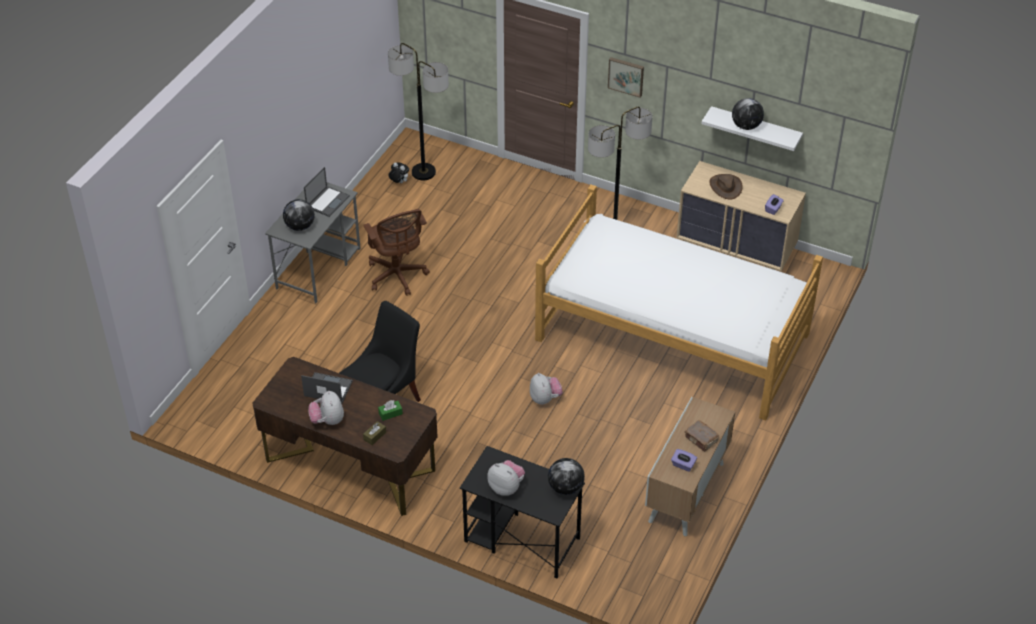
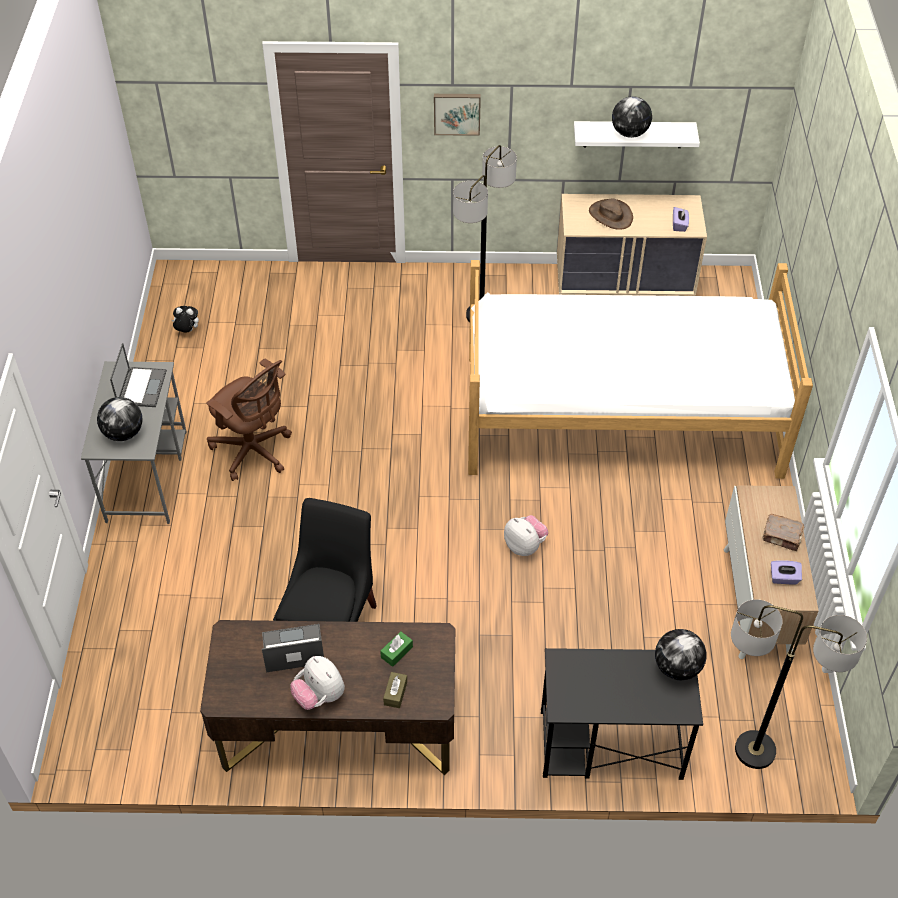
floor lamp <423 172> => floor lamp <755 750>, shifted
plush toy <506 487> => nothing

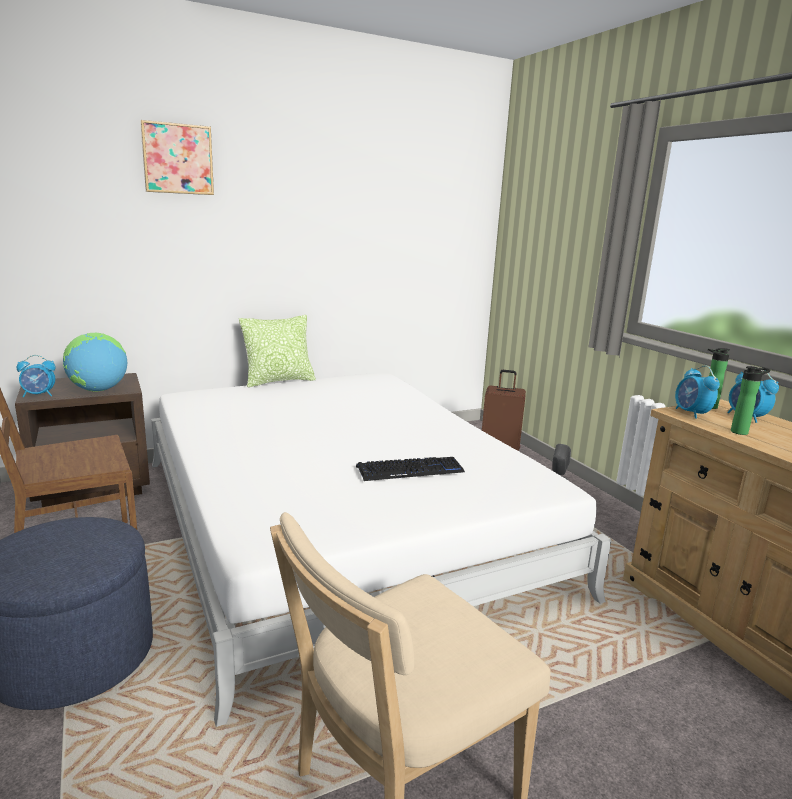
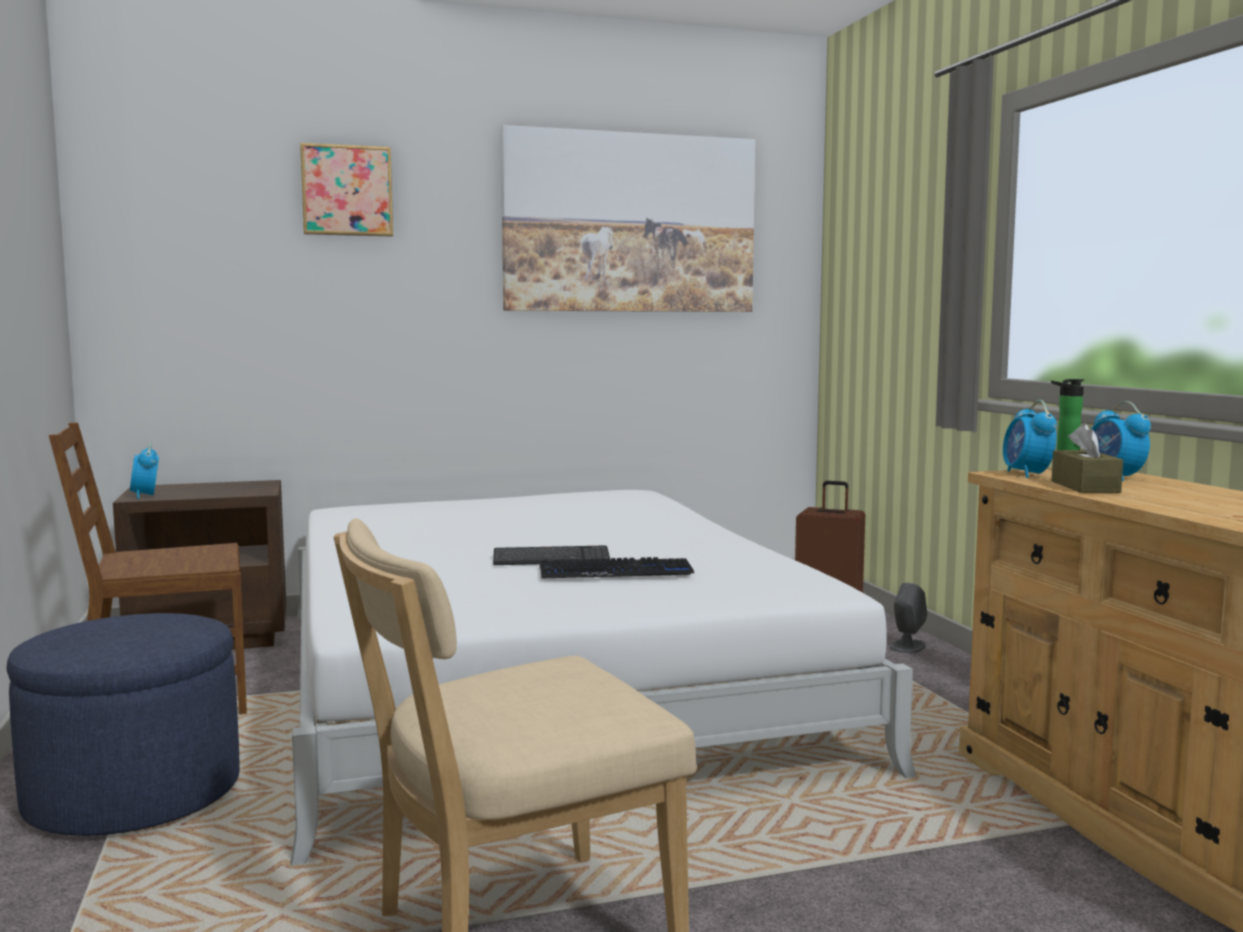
alarm clock <39 395> => alarm clock <146 496>, 75 degrees clockwise
nothing => keyboard <551 559>
nothing => picture <630 223>
bottle <741 432> => brown tissue box <1085 487>
globe <98 390> => nothing
pillow <278 381> => nothing

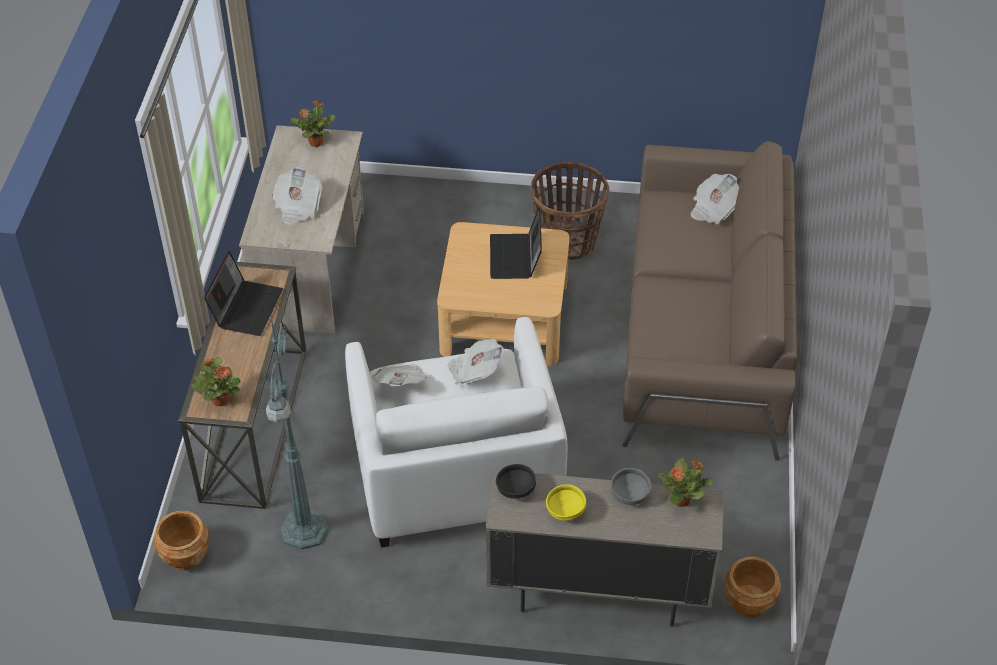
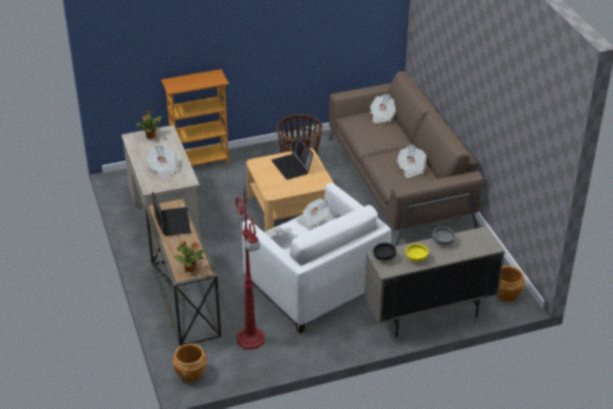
nothing => bookcase <200 163>
green floor lamp <304 532> => red floor lamp <251 340>
nothing => newspaper <411 168>
potted plant <682 500> => nothing

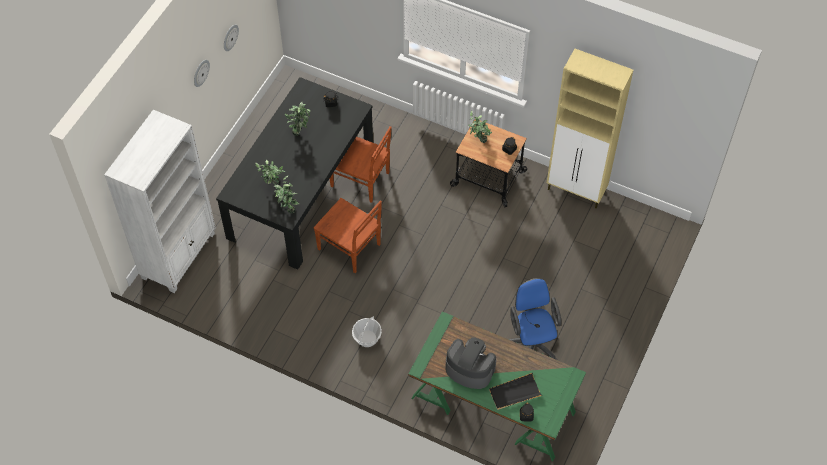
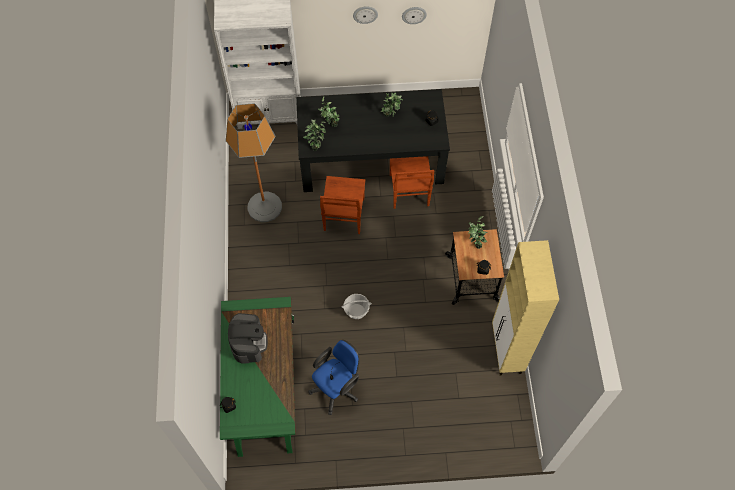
nothing => floor lamp <264 207>
basket <367 338> => basket <356 311>, shifted
black tray <514 393> => nothing

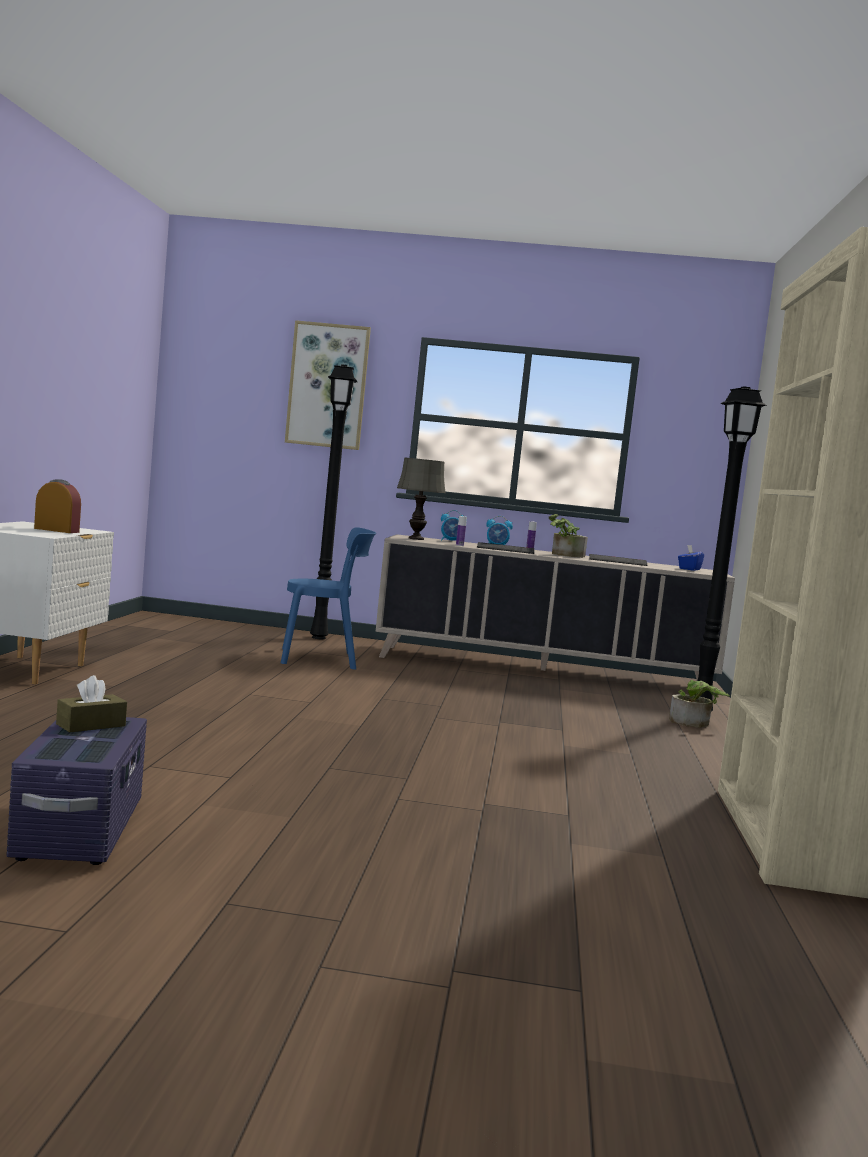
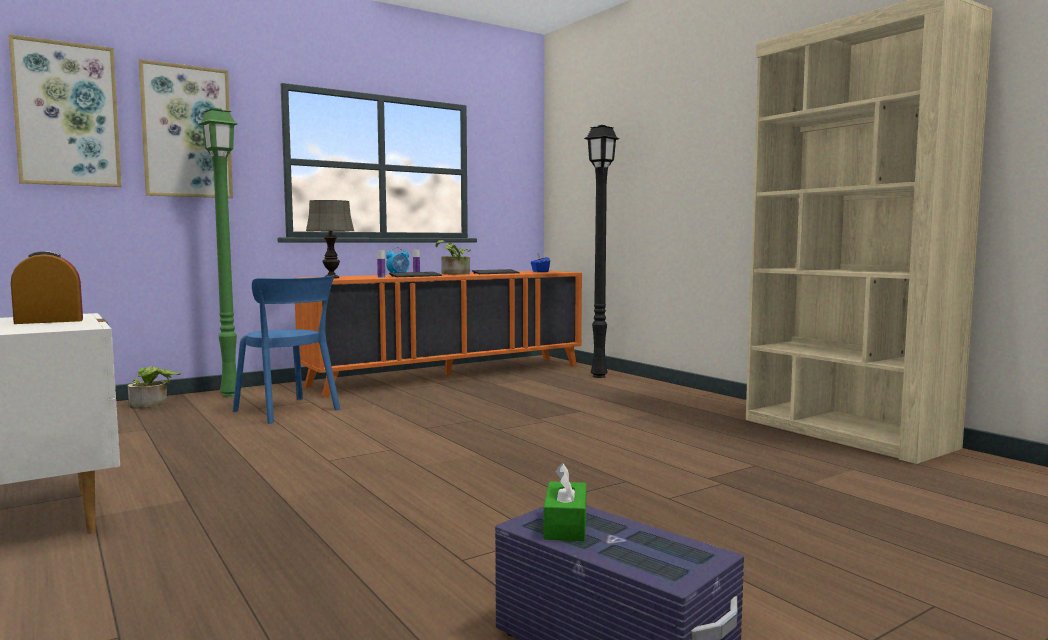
nothing => picture <67 114>
potted plant <694 723> => potted plant <153 405>, shifted
black floor lamp <320 637> => green floor lamp <231 394>
blue chair <323 659> => blue chair <289 411>, 90 degrees clockwise
beige cabinet <542 671> => orange cabinet <449 375>
brown tissue box <91 725> => green tissue box <565 525>
alarm clock <451 541> => nothing

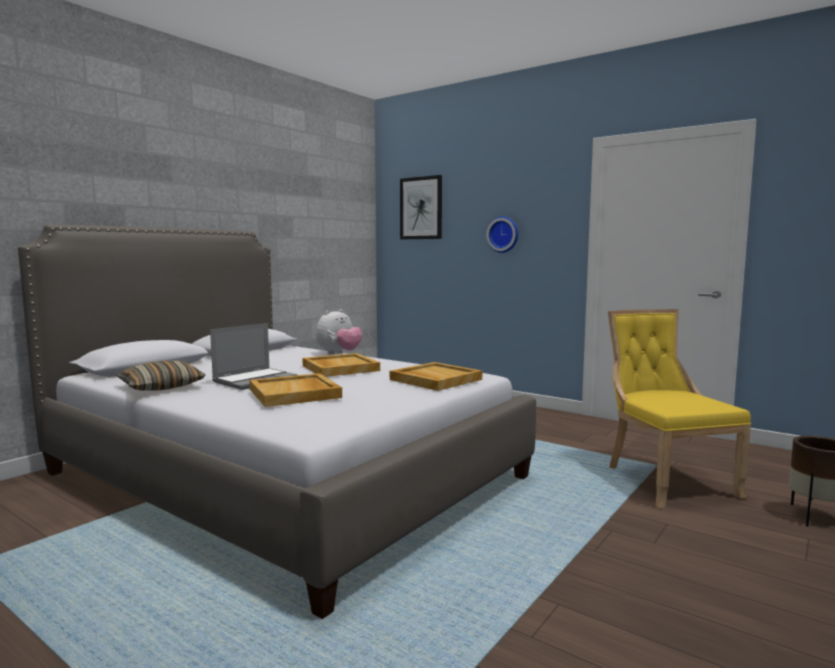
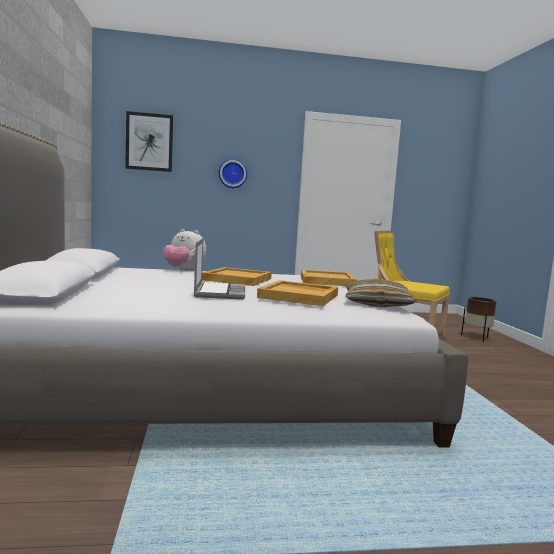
plush toy <339 354> => plush toy <184 270>, 120 degrees clockwise
pillow <161 387> => pillow <377 304>, shifted

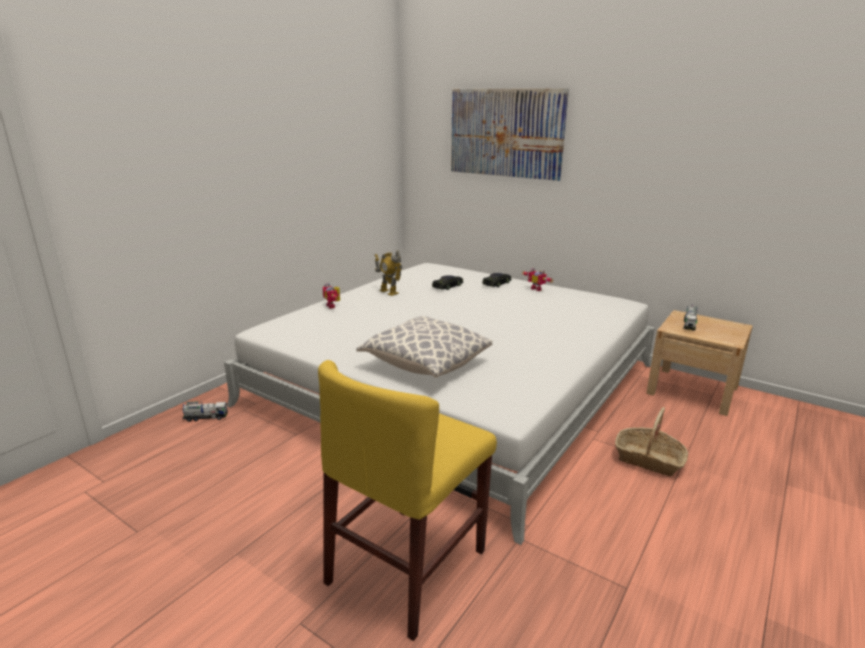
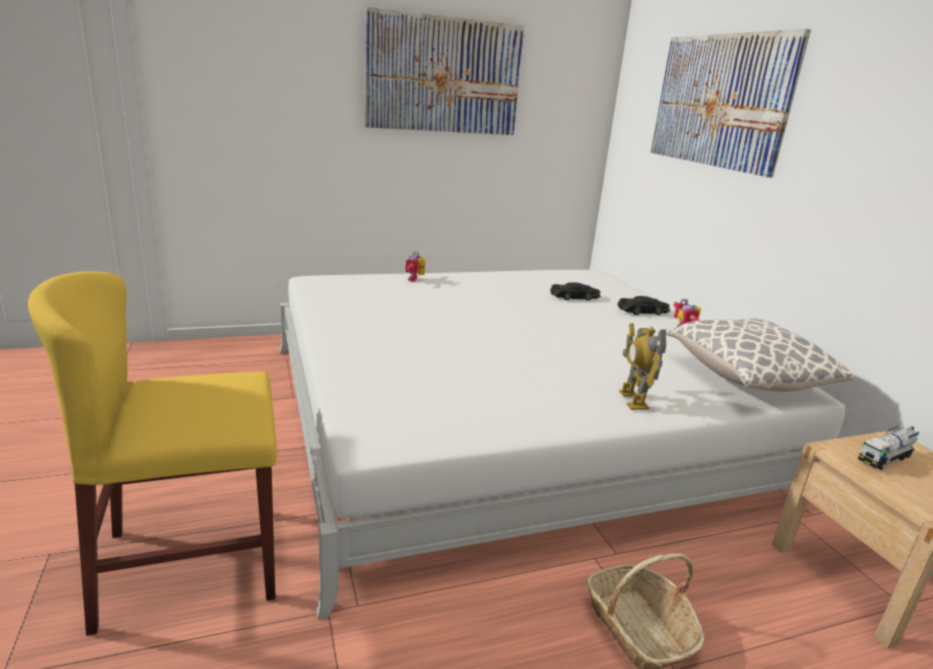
nothing => picture <444 75>
toy robot <388 292> => toy robot <633 400>, shifted
pillow <425 364> => pillow <746 377>, shifted
toy truck <206 417> => nothing

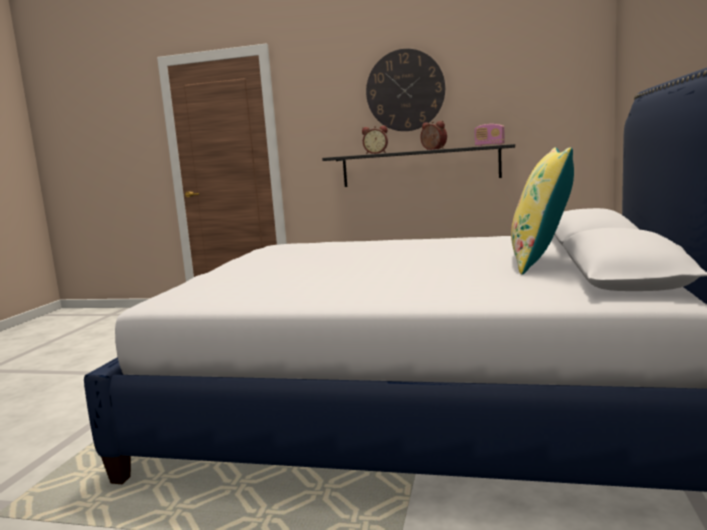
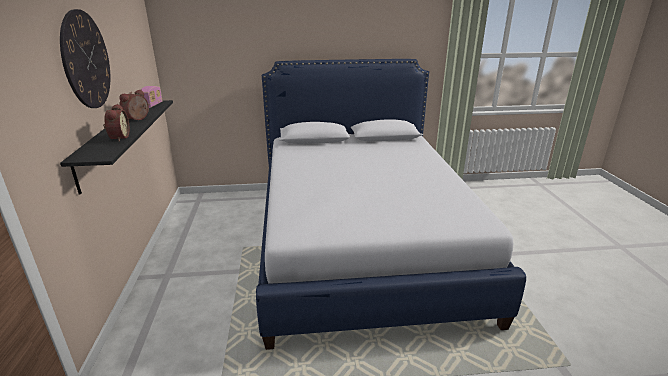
yellow pillow <540 261> => nothing

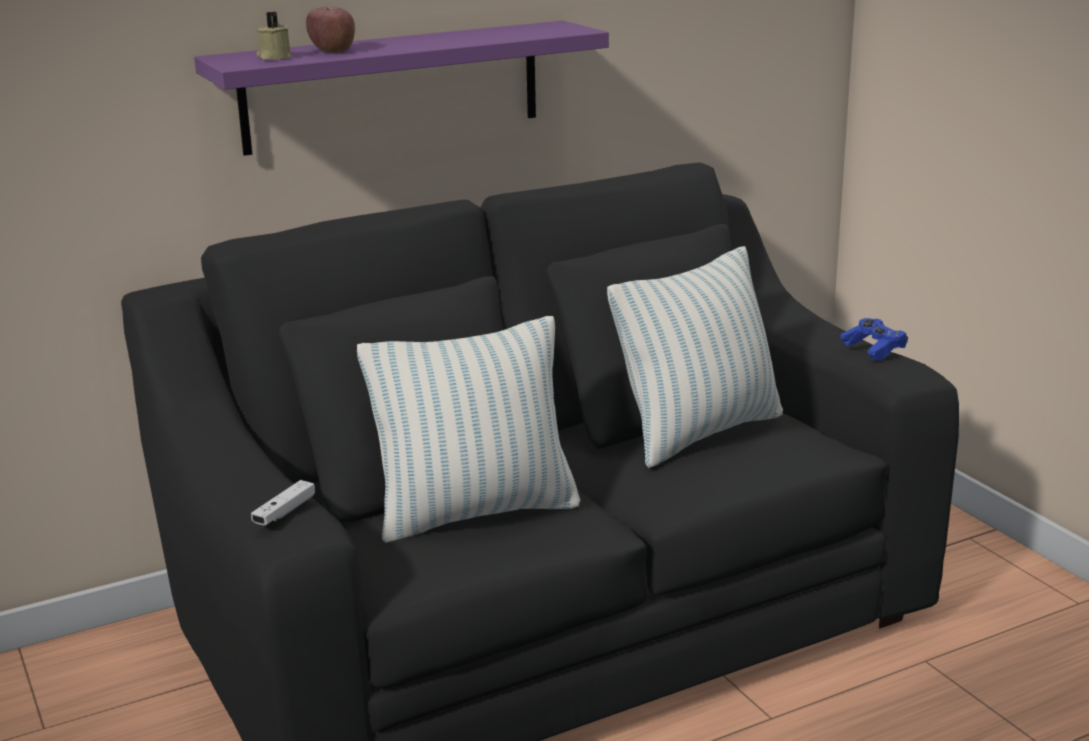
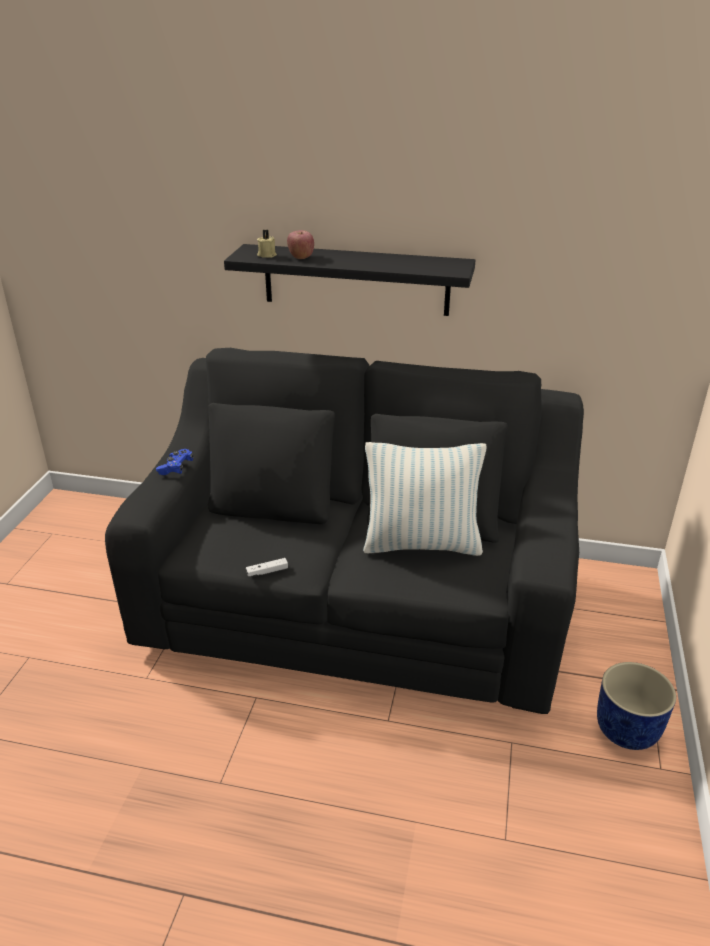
blue game controller <873 349> => blue game controller <176 468>, shifted
purple shelf <393 86> => black shelf <356 280>
white game controller <284 512> => white game controller <267 571>, shifted
nothing => blue planter <628 729>
pillow <475 512> => nothing

